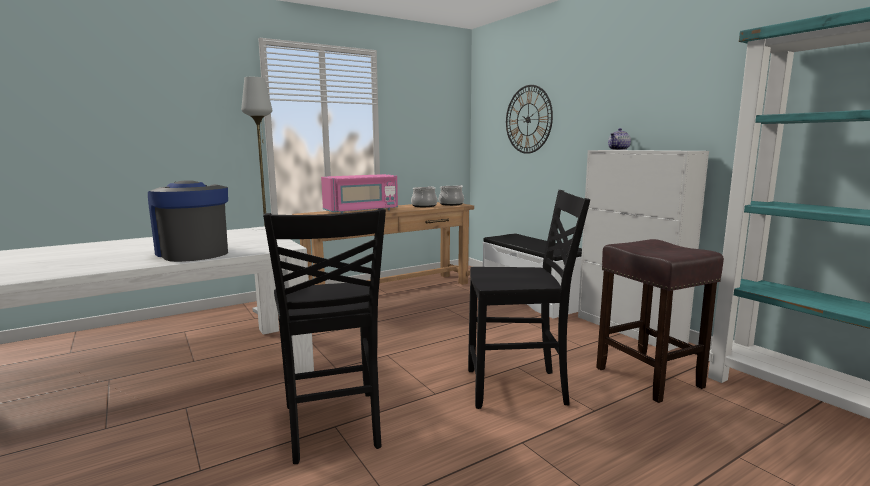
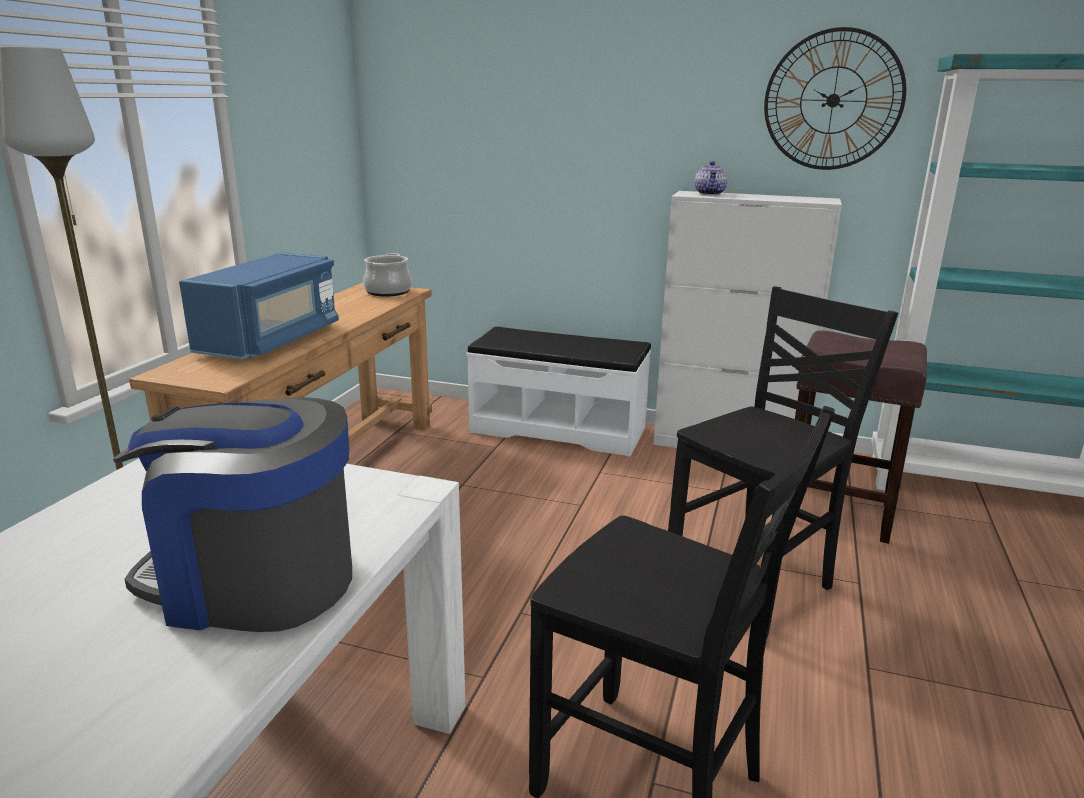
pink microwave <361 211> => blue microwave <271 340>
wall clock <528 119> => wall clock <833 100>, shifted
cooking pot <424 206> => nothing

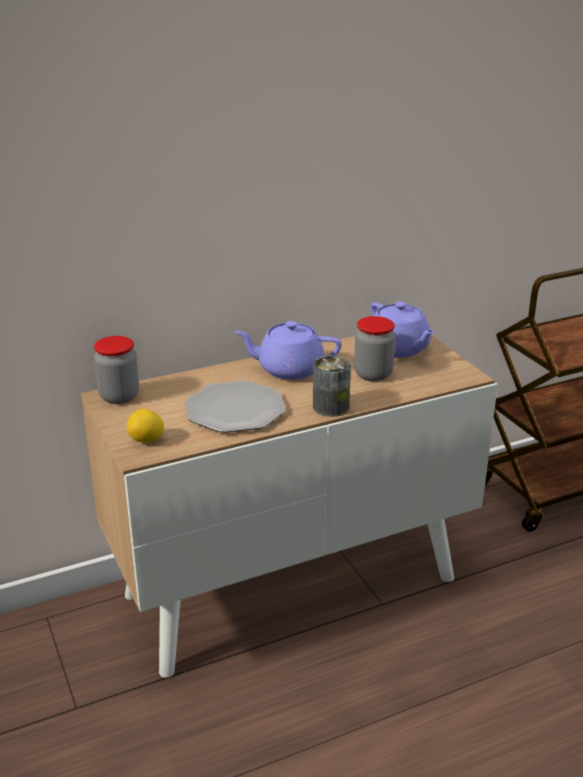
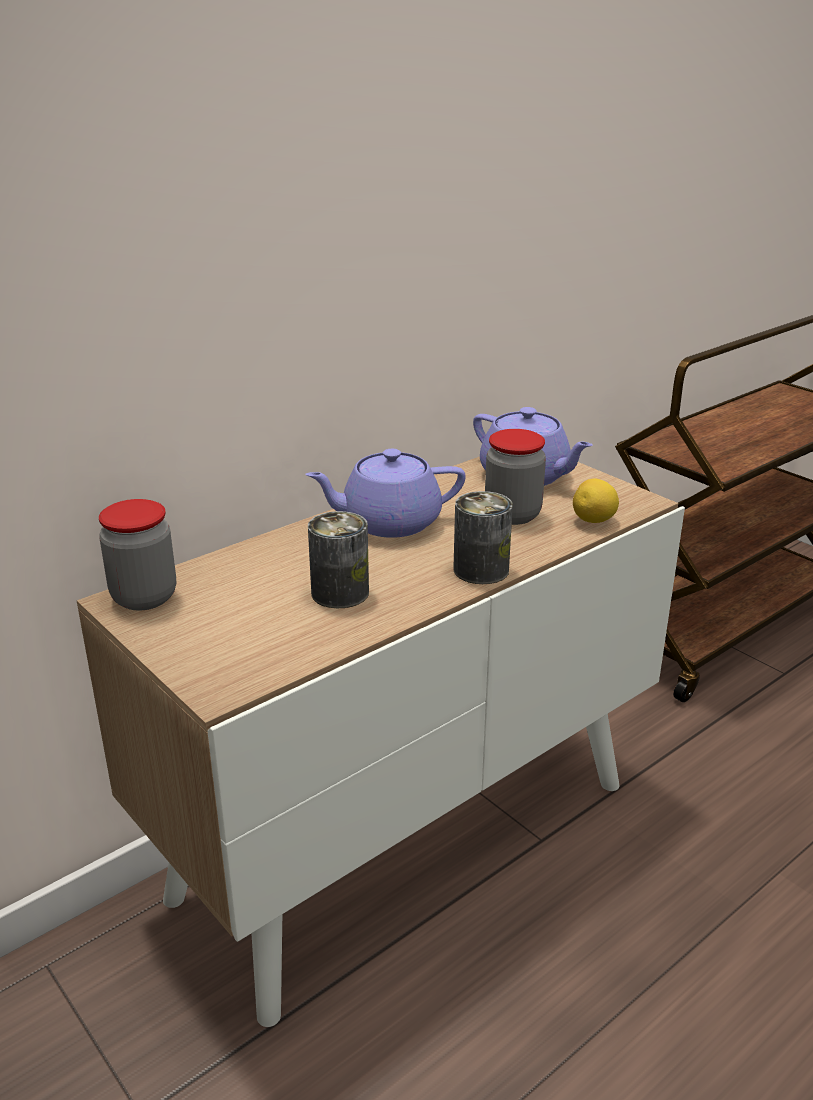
plate <235 409> => can <340 593>
lemon <146 440> => lemon <594 521>, shifted

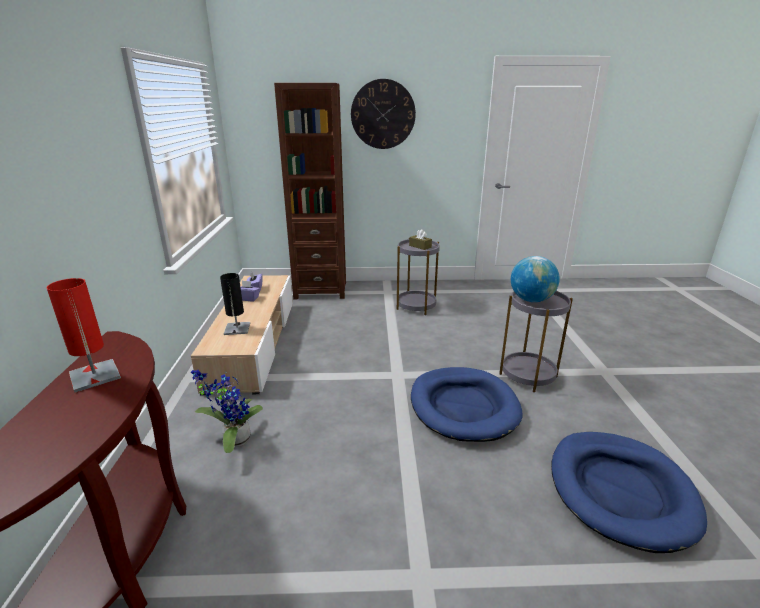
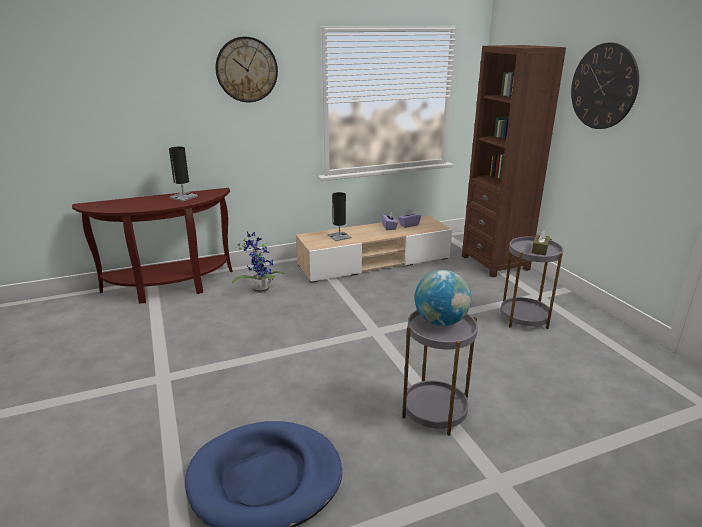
red table lamp <95 376> => black table lamp <183 197>
nothing => wall clock <246 70>
blue dog bed <463 406> => nothing

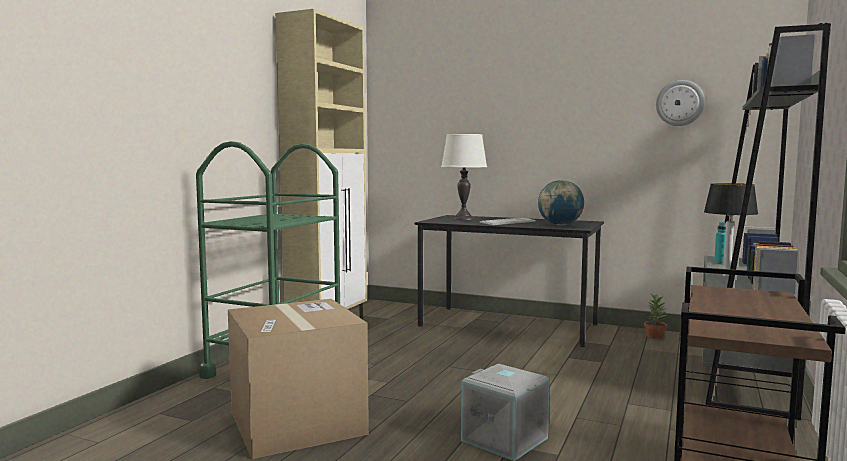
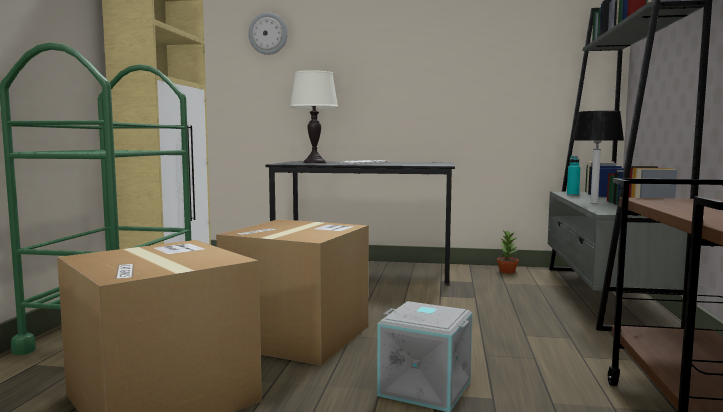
nothing => cardboard box <297 336>
wall clock <680 103> => wall clock <268 34>, shifted
globe <560 225> => nothing

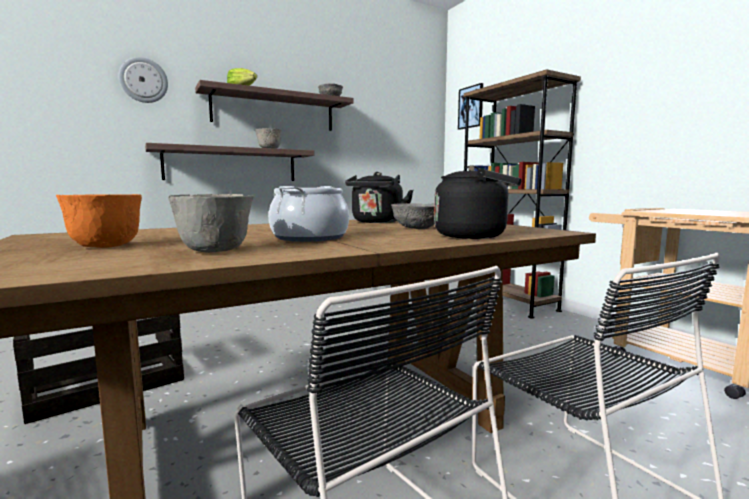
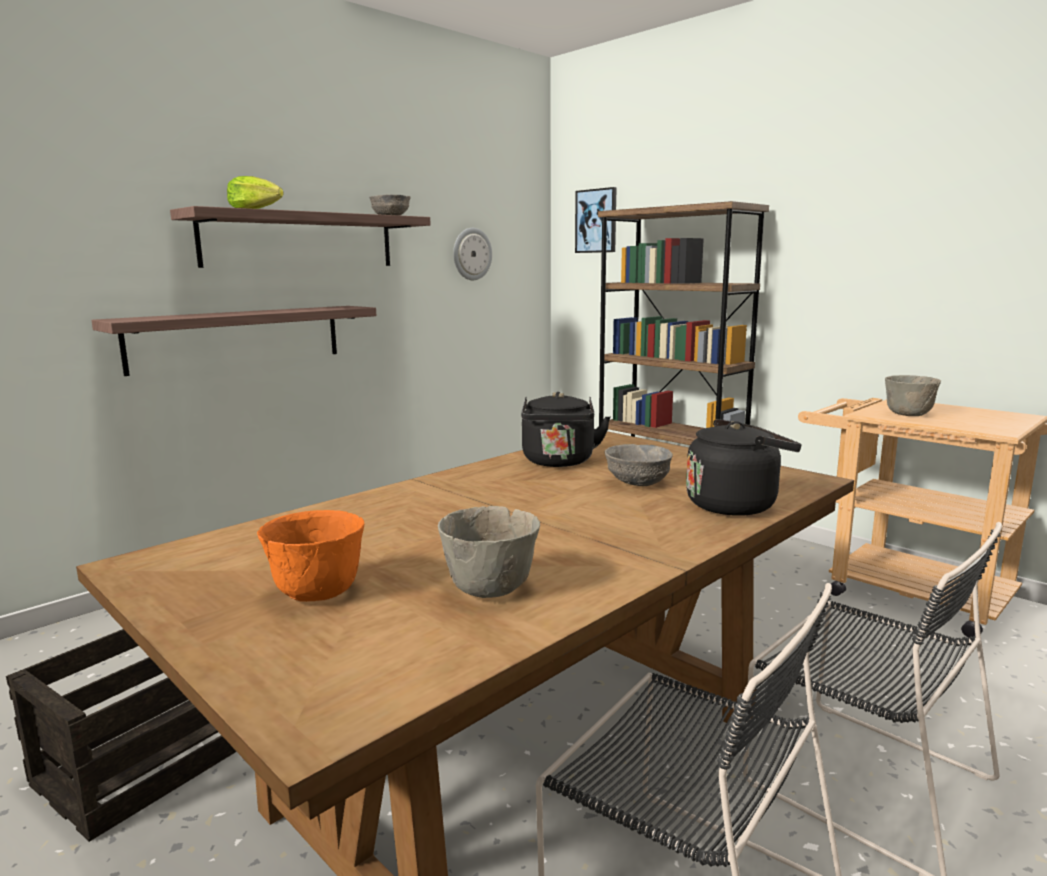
wall clock <144 80> => wall clock <471 254>, shifted
grey bowl <269 149> => grey bowl <909 415>, shifted
cooking pot <310 237> => nothing

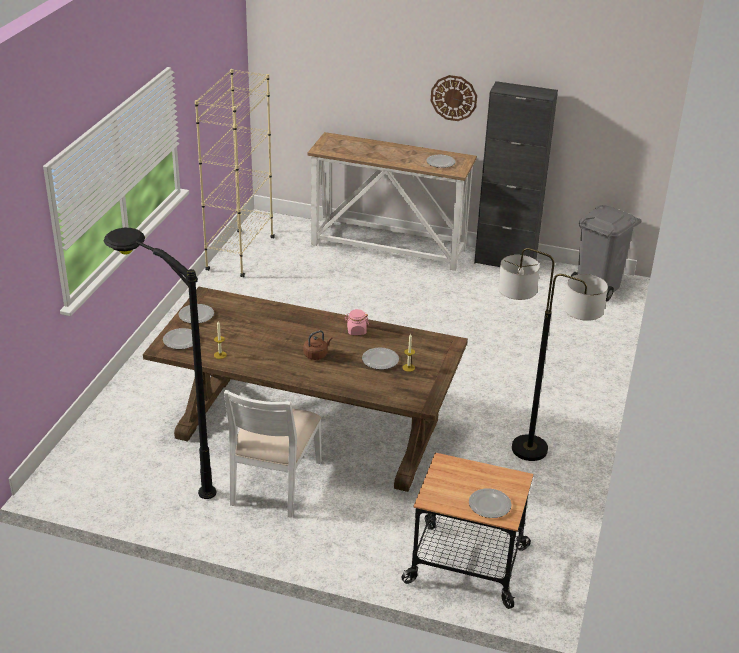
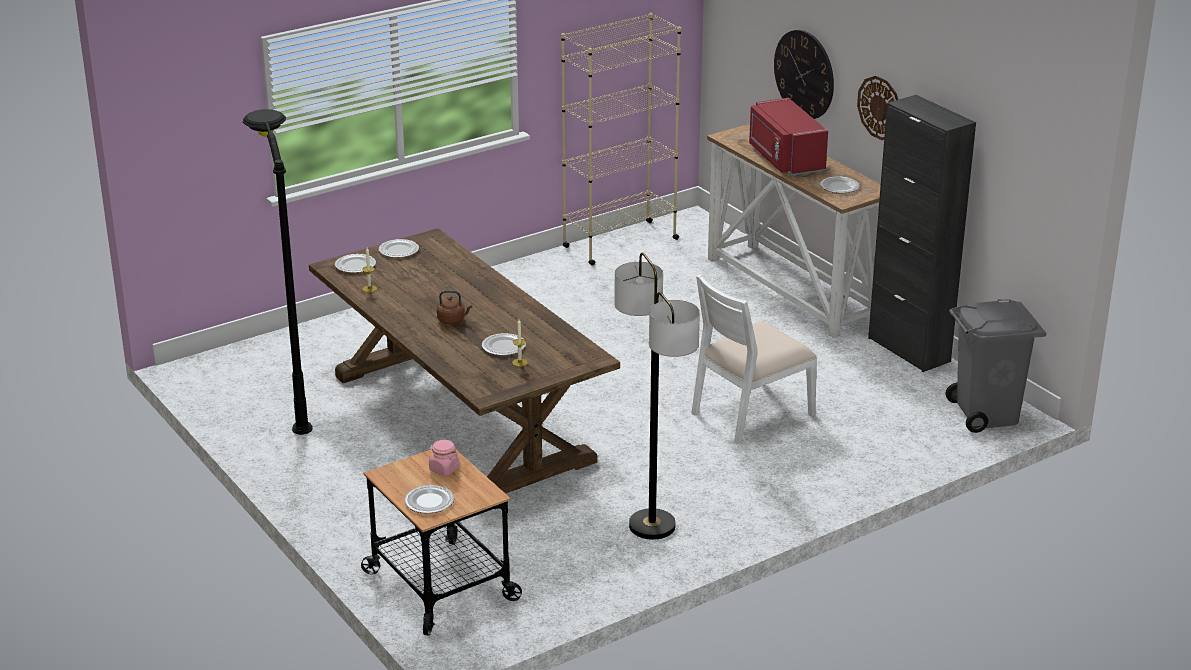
pink jar <356 331> => pink jar <444 469>, shifted
white chair <274 482> => white chair <750 413>, shifted
nothing => red microwave <784 159>
nothing => wall clock <804 74>

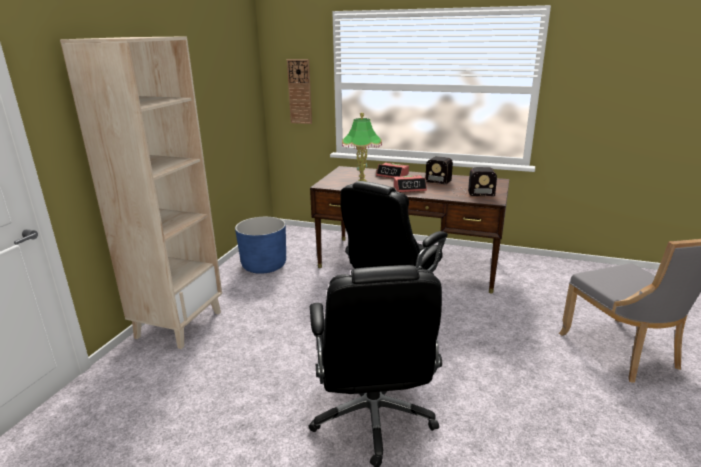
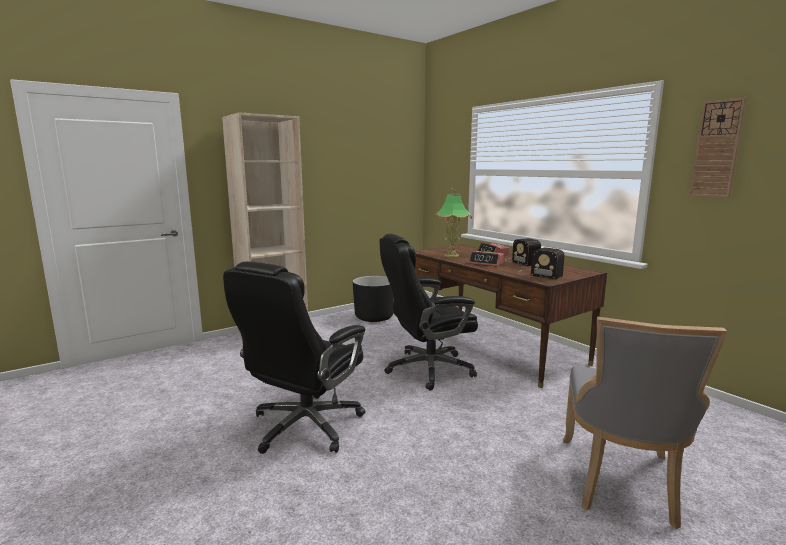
blue planter <264 265> => black planter <374 317>
wall clock <300 92> => wall clock <717 149>, shifted

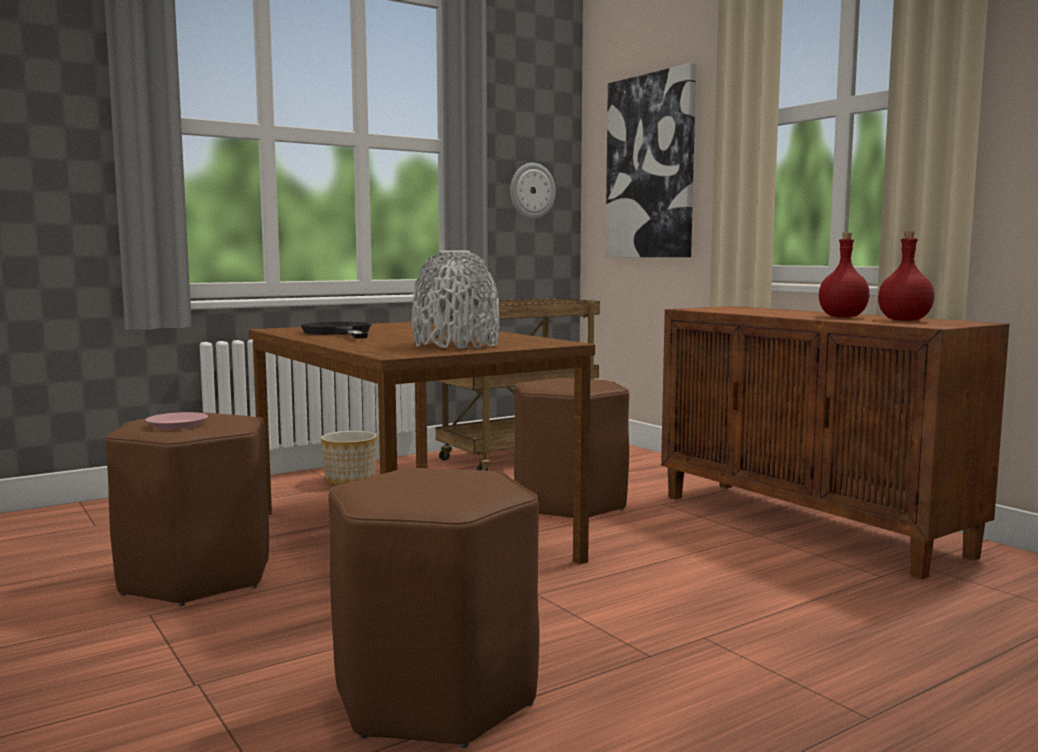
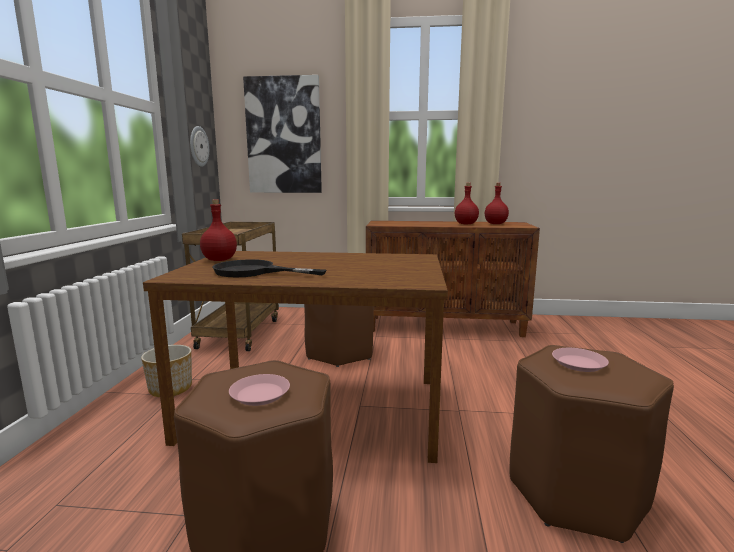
nothing => red bottle <220 260>
nothing => pink plate <579 363>
grey vase <456 345> => nothing

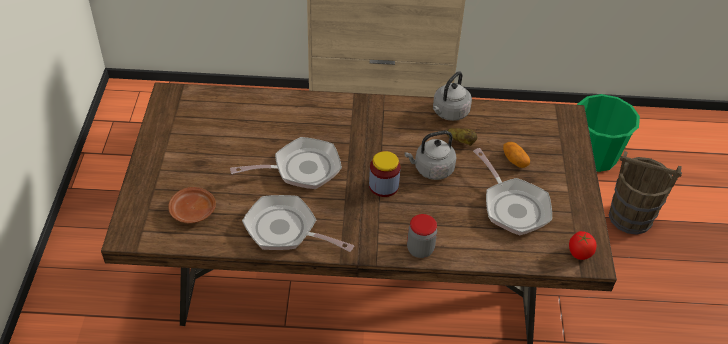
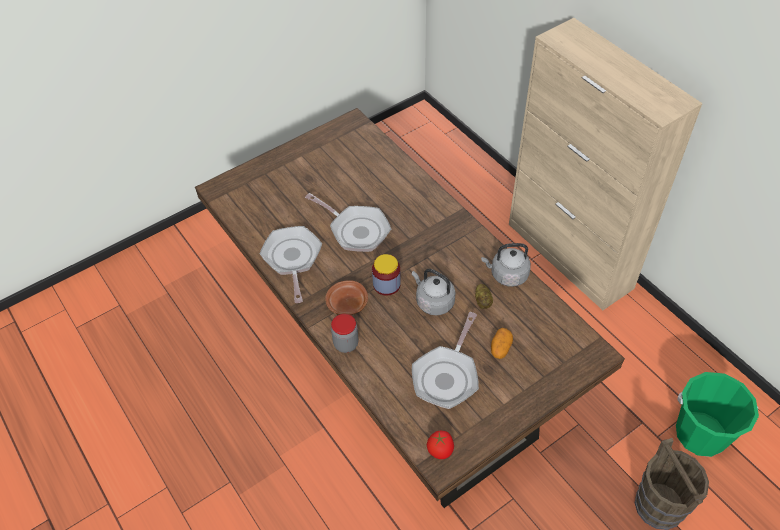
brown plate <193 211> => brown plate <347 303>, shifted

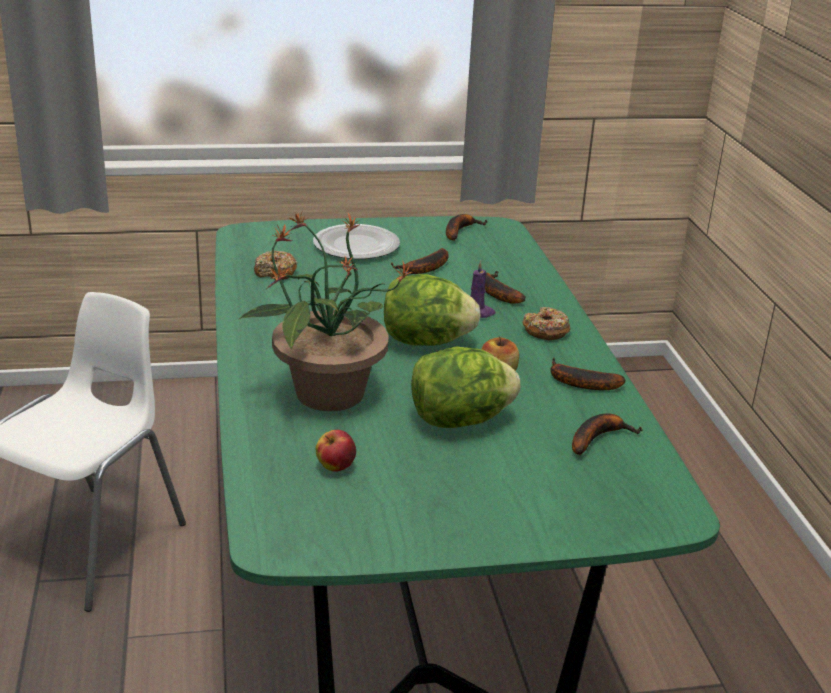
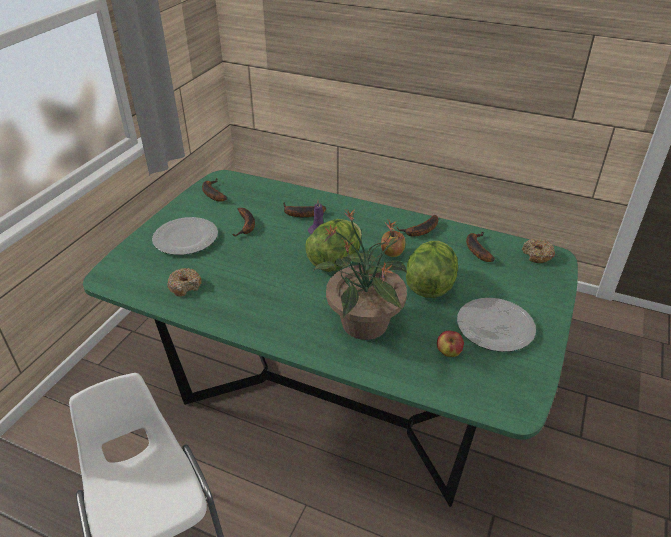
nothing => plate <496 327>
donut <546 331> => donut <537 255>, shifted

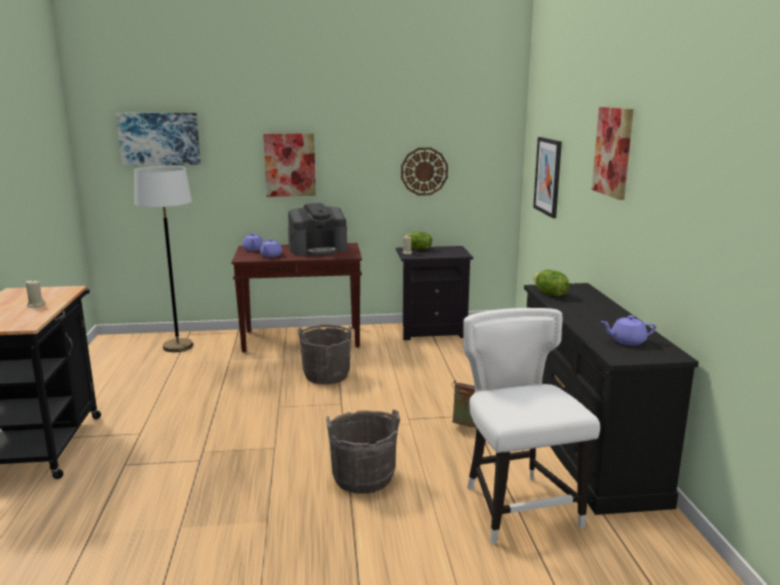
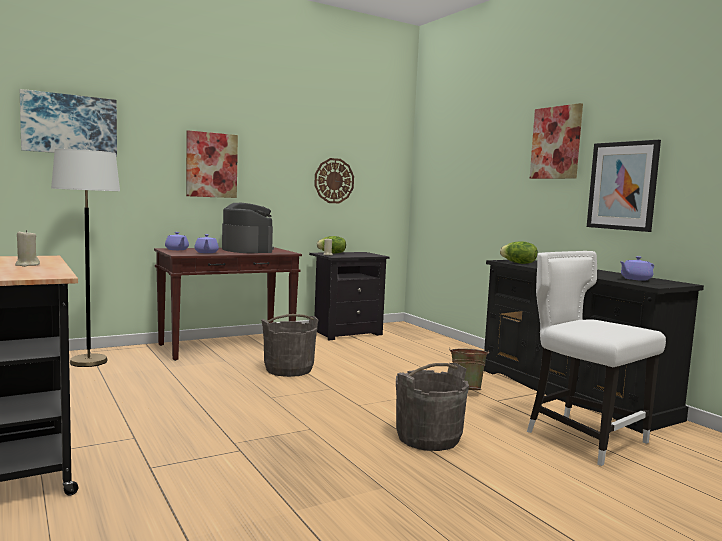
coffee machine <318 250> => coffee machine <246 250>, 75 degrees counterclockwise
picture <548 176> => picture <622 186>, shifted

